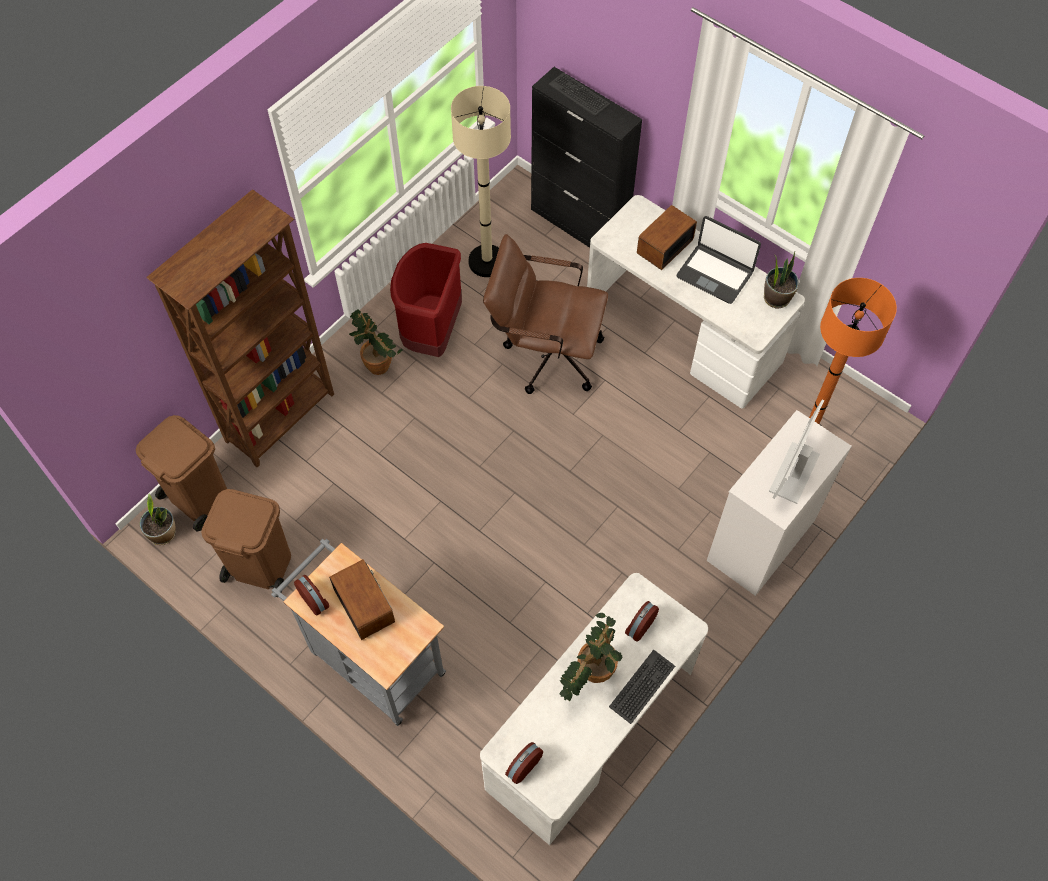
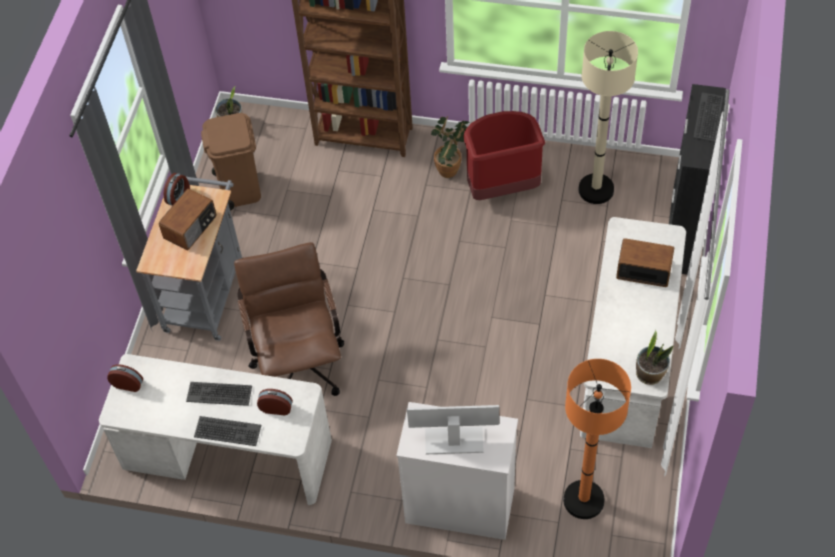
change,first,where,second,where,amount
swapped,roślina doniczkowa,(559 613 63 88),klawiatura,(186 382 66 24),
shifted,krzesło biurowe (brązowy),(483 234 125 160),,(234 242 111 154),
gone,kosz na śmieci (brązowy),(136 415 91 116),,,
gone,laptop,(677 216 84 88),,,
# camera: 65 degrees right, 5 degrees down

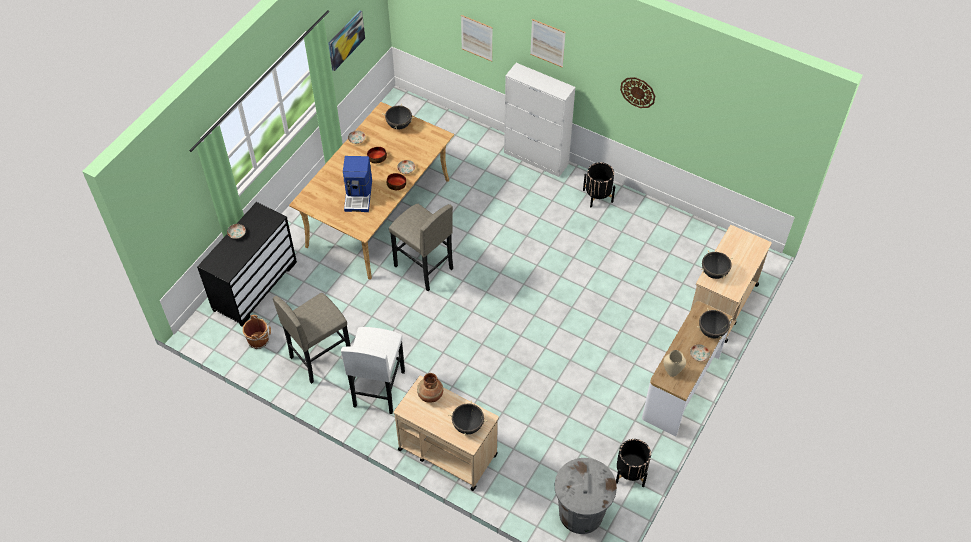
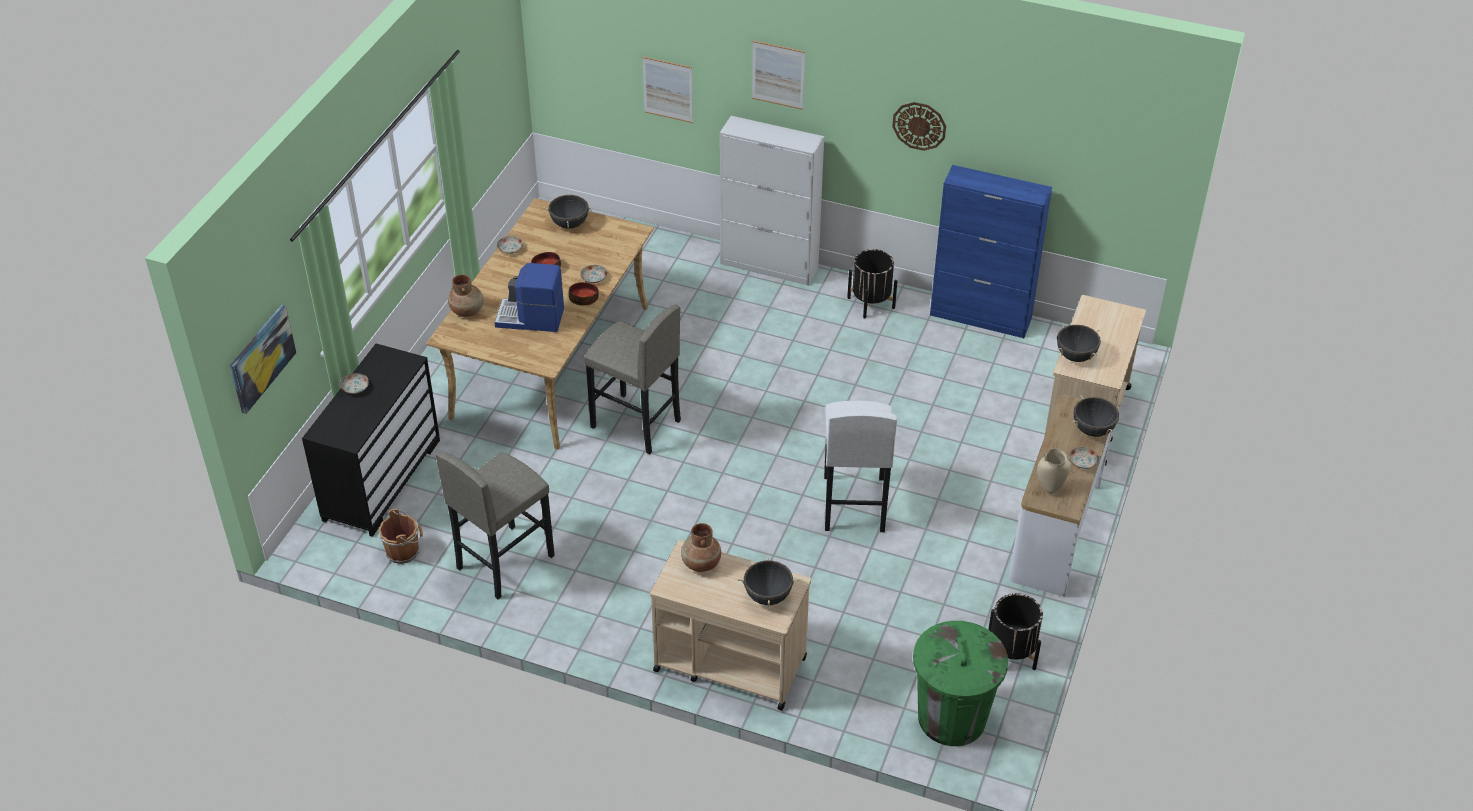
change,first,where,second,where,amount
shifted,obraz,(328 11 37 60),,(230 305 66 109),
new,,,wazon (brązowy),(448 274 35 43),
rotated,ekspres do kawy,(343 156 29 56),,(495 263 69 69),105 degrees clockwise
shifted,stołek (biały),(341 327 64 87),,(824 401 73 131),
repainted,kosz na śmieci (szary),(555 458 62 76),kosz na śmieci (zielony),(913 621 95 125),
new,,,szafka (niebieski),(930 165 122 173),
# camera: 10 degrees left, 10 degrees down

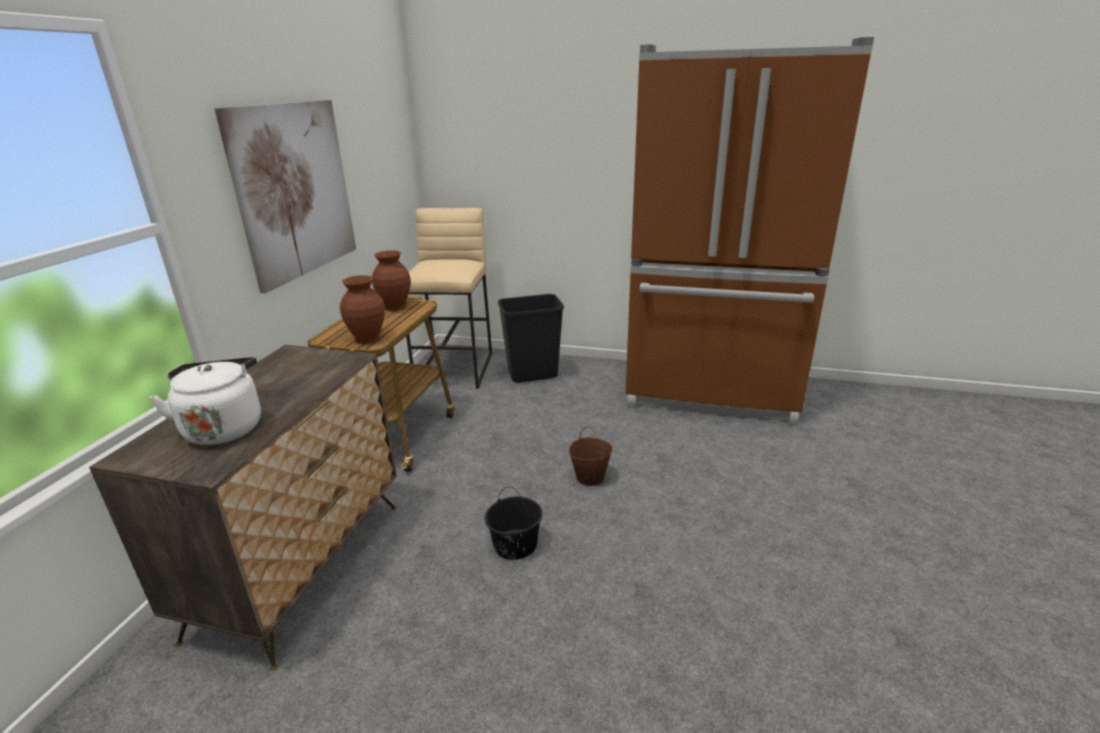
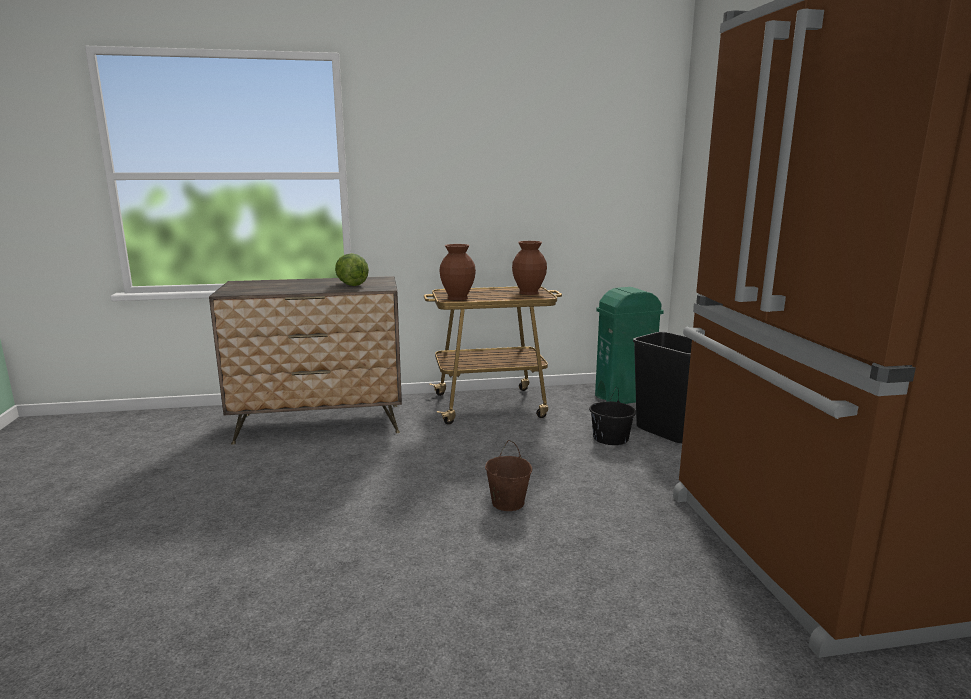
change,first,where,second,where,amount
new,,,sałata,(335 253 34 33),
shifted,wiadro (czarny),(485 487 57 73),,(589 387 47 58),
swapped,stołek (beżowy),(406 208 86 181),kosz na śmieci (zielony),(595 287 69 117),
gone,czajnik (biały),(149 357 112 88),,,
gone,obraz,(214 100 142 193),,,
# camera: 65 degrees right, 10 degrees down

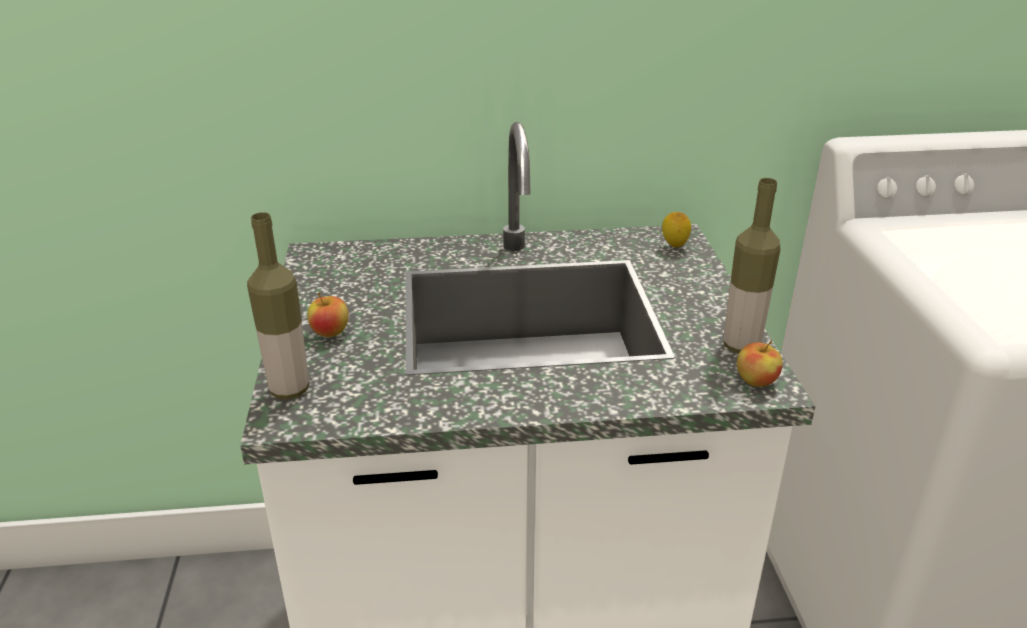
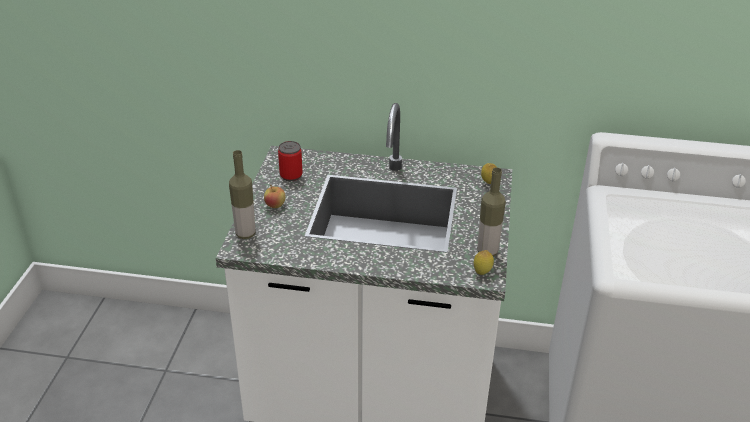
change,first,where,second,where,amount
new,,,puszka,(278 141 25 40),
swapped,jabłko,(737 340 46 47),cytryna,(474 250 20 25),
# camera: 15 degrees right, 5 degrees up

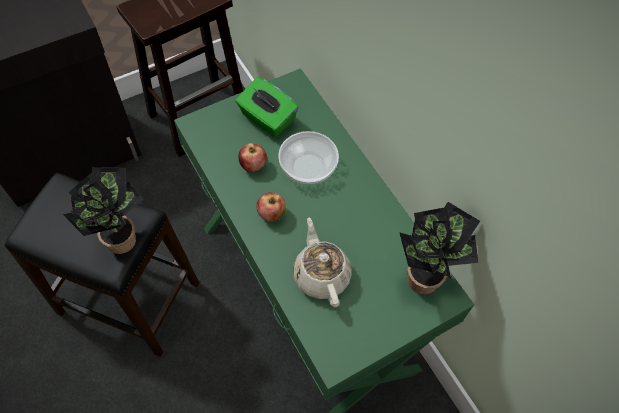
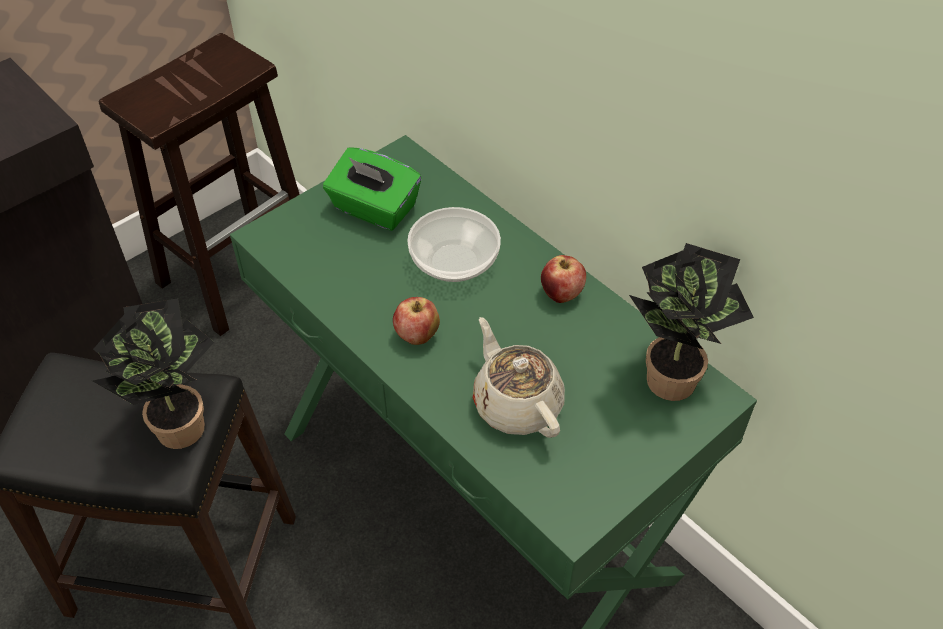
change,first,where,second,where,amount
shifted,jabłko,(239 143 28 29),,(541 255 45 48),
# camera: 10 degrees left, 10 degrees down

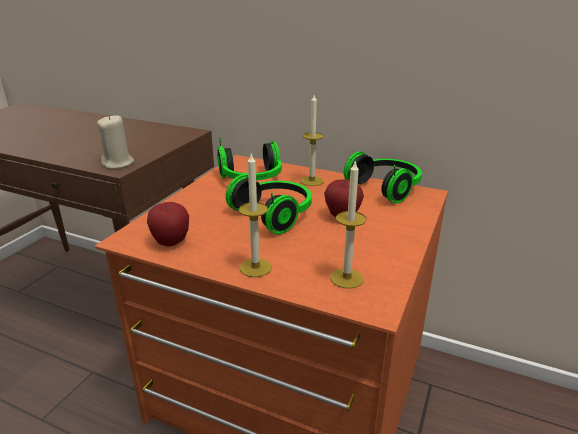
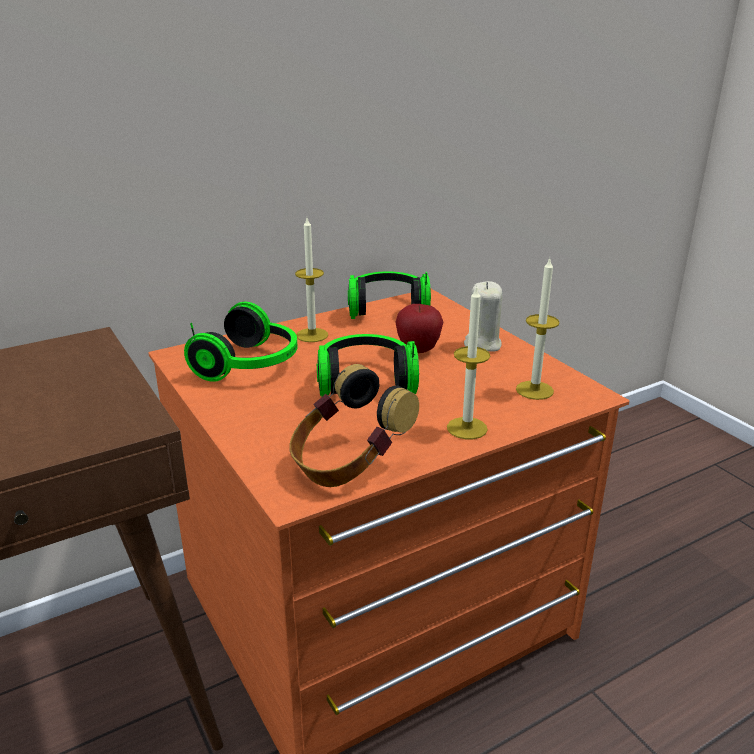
change,first,where,second,where,amount
swapped,jabłko,(147 202 42 44),słuchawki,(289 364 130 123),
shifted,świeca (beżowy),(97 114 37 55),,(464 281 39 71),
# camera: 55 degrees left, 0 degrees up

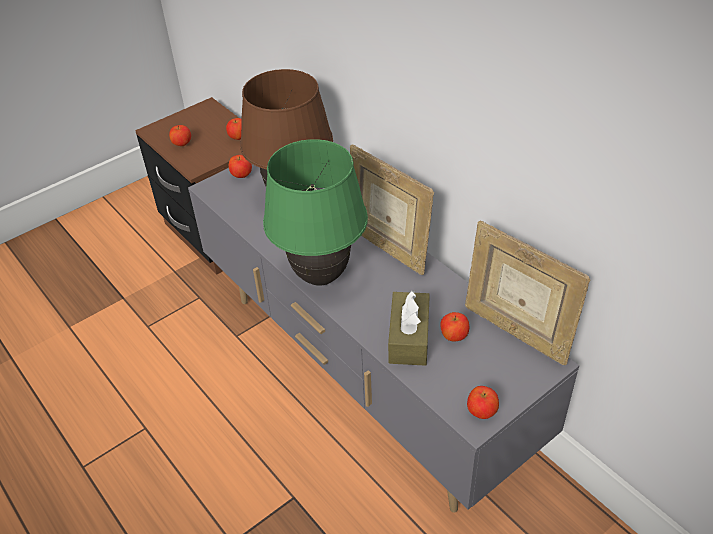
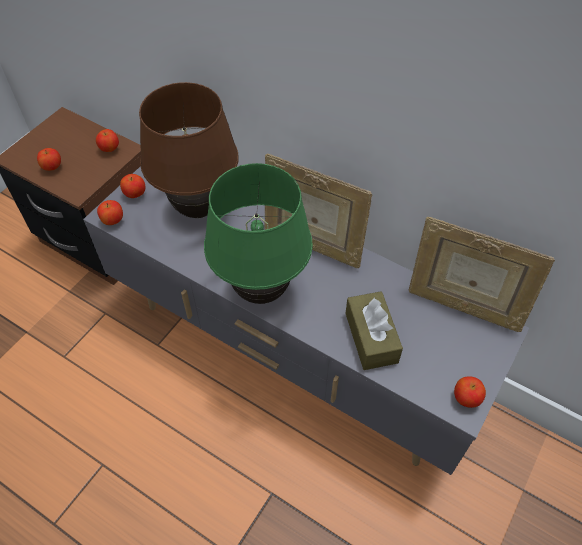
change,first,where,second,where,amount
shifted,jabłko,(440 312 29 29),,(97 200 26 25),
# camera: 20 degrees left, 10 degrees up

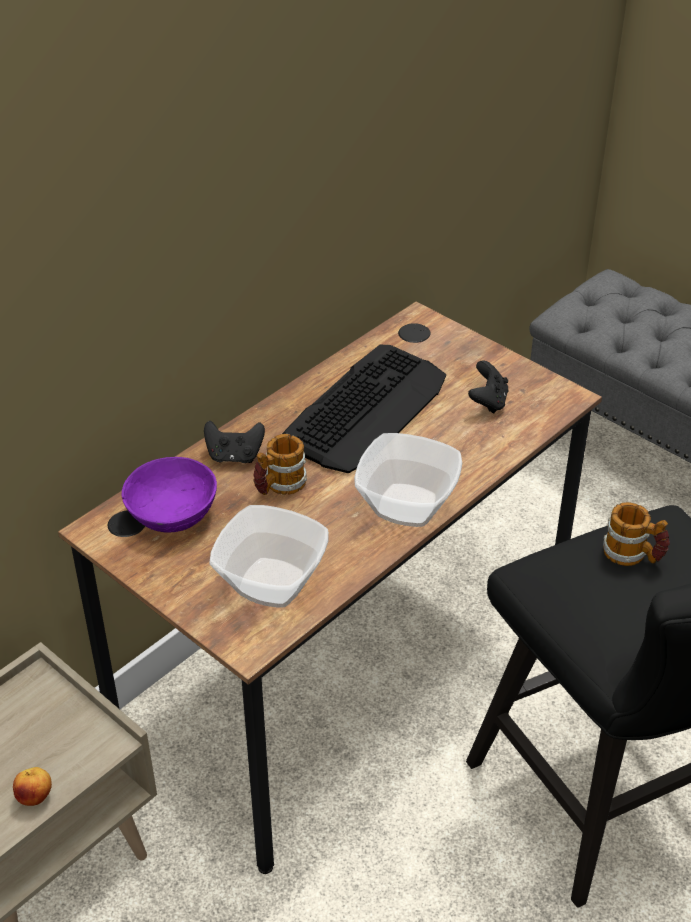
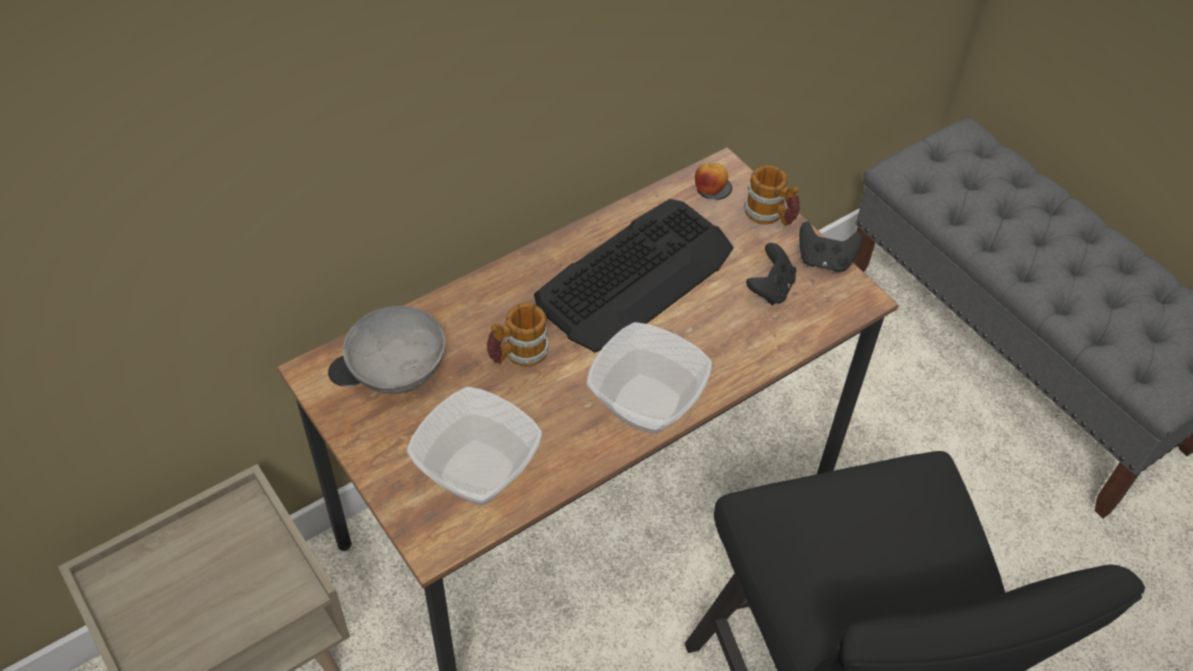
change,first,where,second,where,amount
repainted,miska (fioletowy),(122 457 95 76),miska (szary),(343 306 103 88),
shifted,jabłko,(13 767 39 39),,(695 163 33 32),
shifted,kubek,(603 502 67 64),,(744 165 56 61),
shifted,pad do gier (czarny),(204 421 61 42),,(799 221 64 51),
# camera: 10 degrees right, 10 degrees up

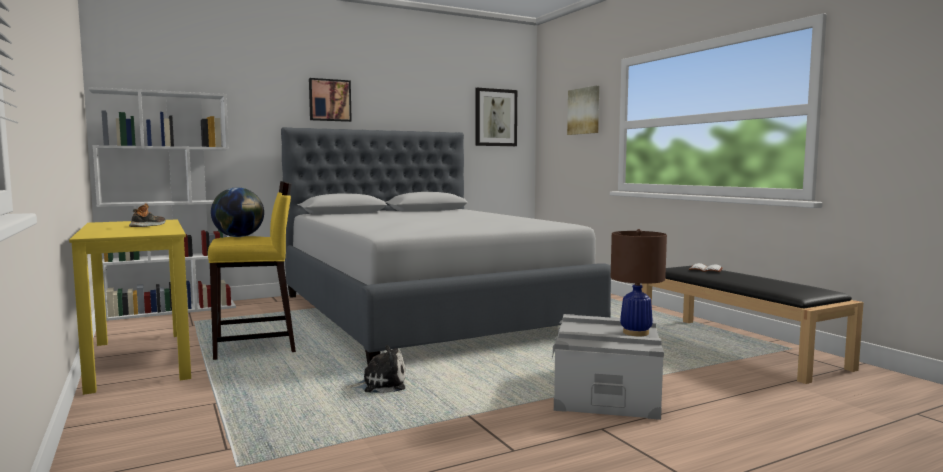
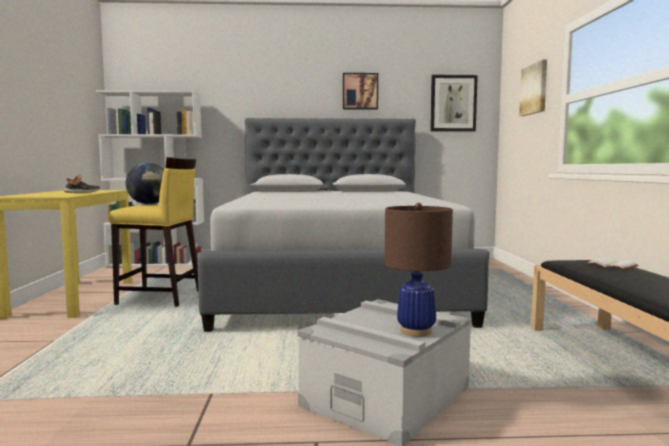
change,first,where,second,where,amount
shifted,obraz,(309 78 43 44),,(343 73 35 37),
gone,pluszak,(346 345 60 48),,,
# camera: 25 degrees right, 0 degrees up

